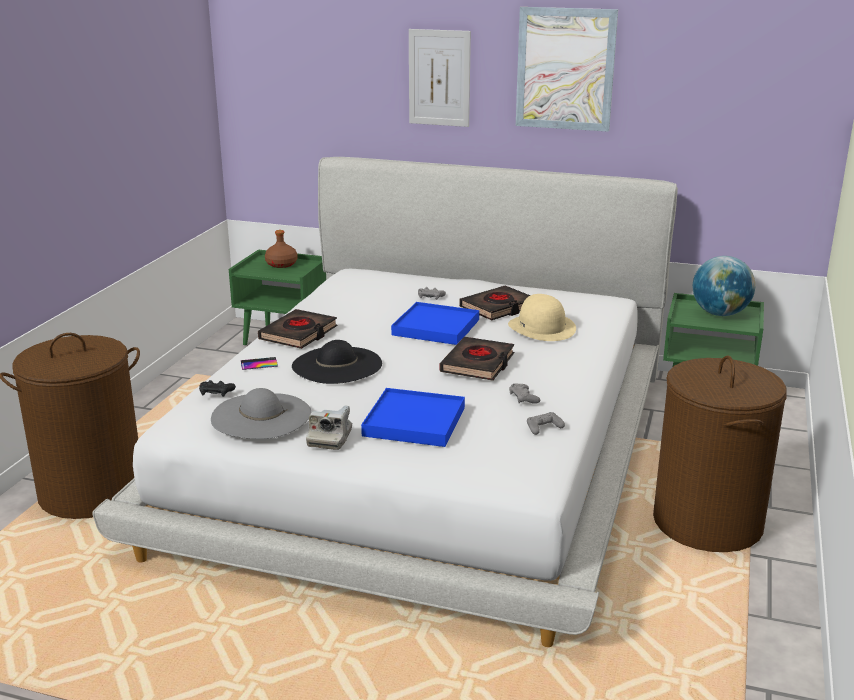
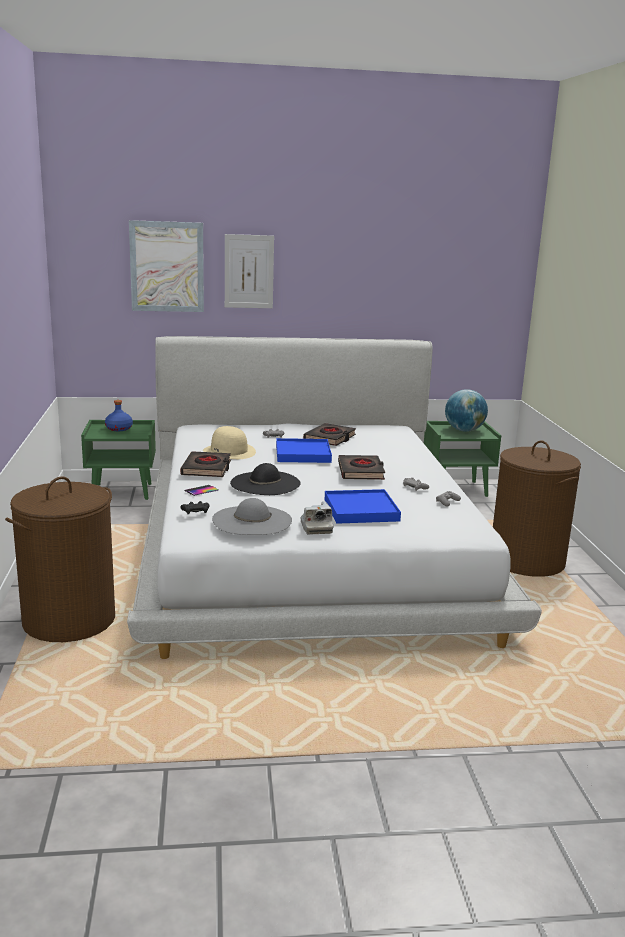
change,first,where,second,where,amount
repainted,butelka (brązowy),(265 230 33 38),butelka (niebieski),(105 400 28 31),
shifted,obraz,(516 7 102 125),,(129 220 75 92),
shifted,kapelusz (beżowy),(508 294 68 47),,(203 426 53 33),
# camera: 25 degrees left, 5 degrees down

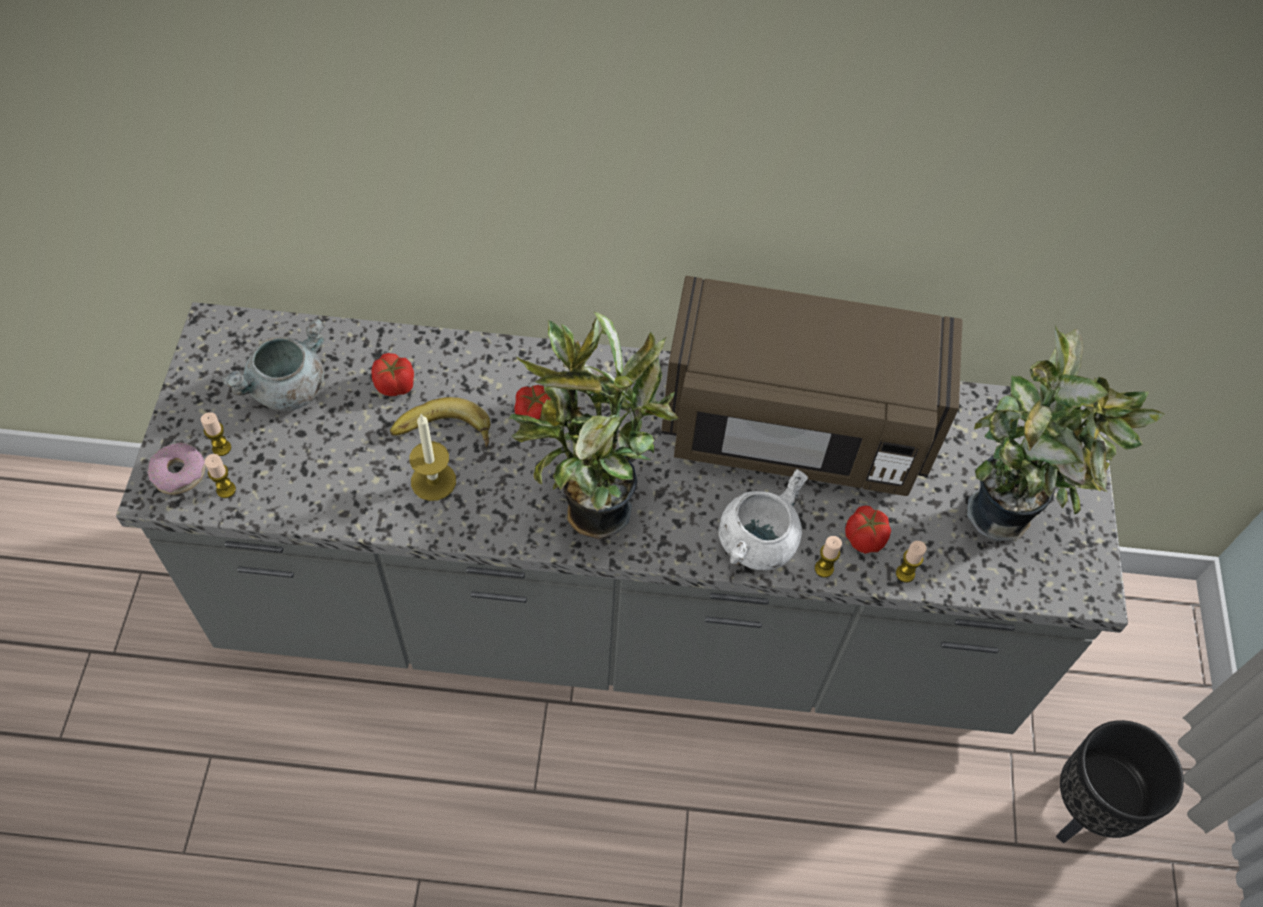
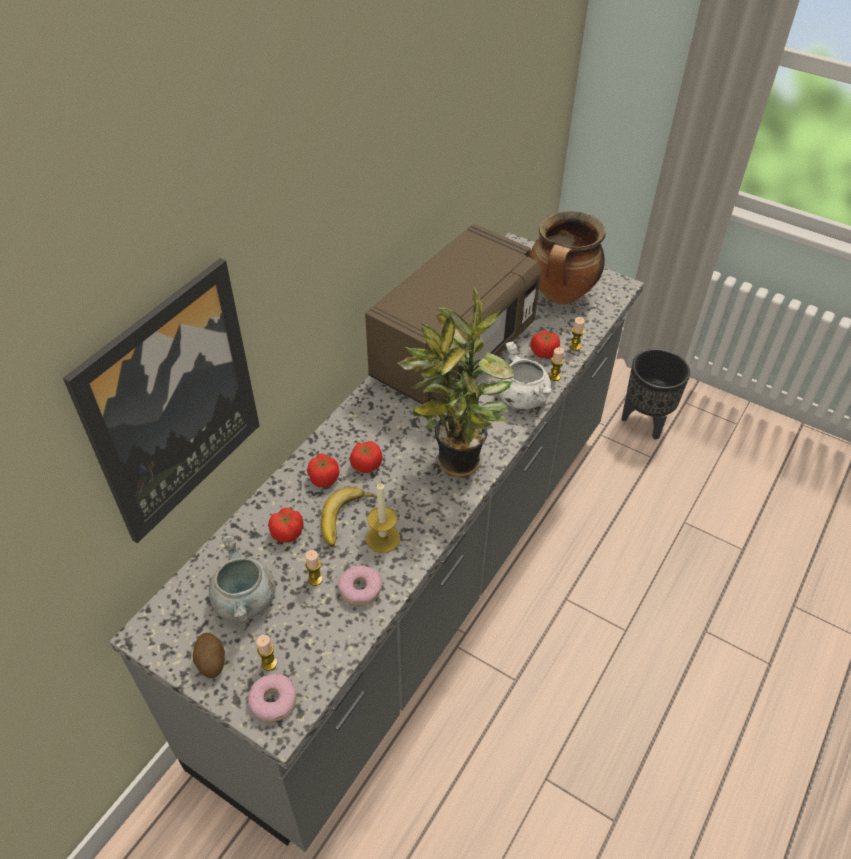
change,first,where,second,where,amount
new,,,obraz,(63 258 197 285),
new,,,ziemniak,(193 633 32 45),
shifted,świeca,(205 454 31 44),,(305 550 18 36),
new,,,pomidor,(307 453 33 34),
new,,,donut,(338 565 44 41),
swapped,roślina doniczkowa,(967 325 198 216),garnek,(530 211 75 93),
# camera: 60 degrees left, 10 degrees down

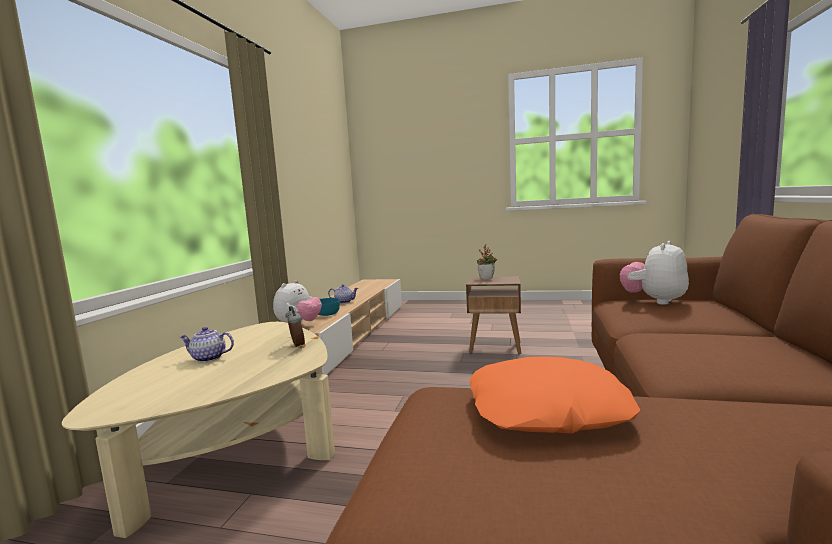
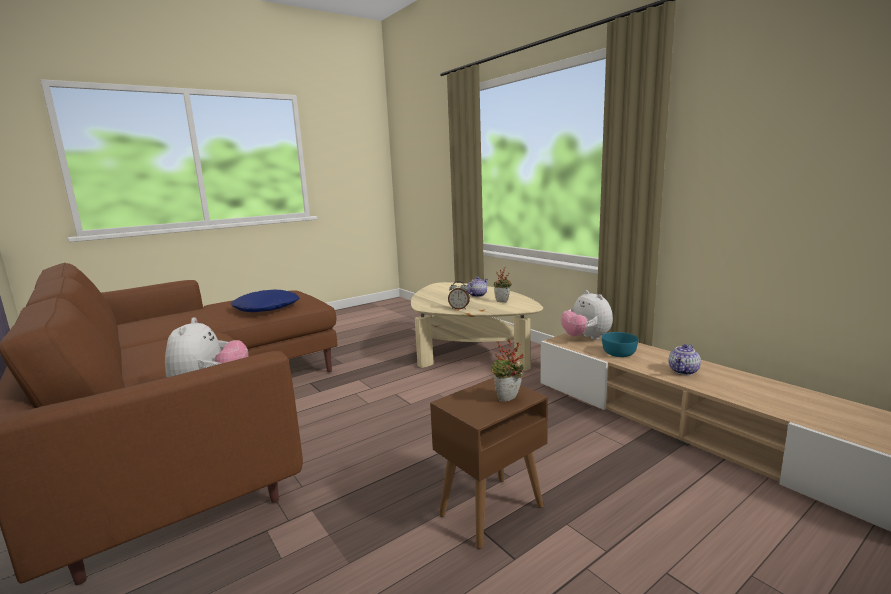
change,first,where,second,where,amount
repainted,poduszka (pomarańczowy),(469 357 171 77),poduszka (niebieski),(231 290 69 22),
new,,,roślina doniczkowa,(494 267 18 36),
# camera: 130 degrees right, 5 degrees up

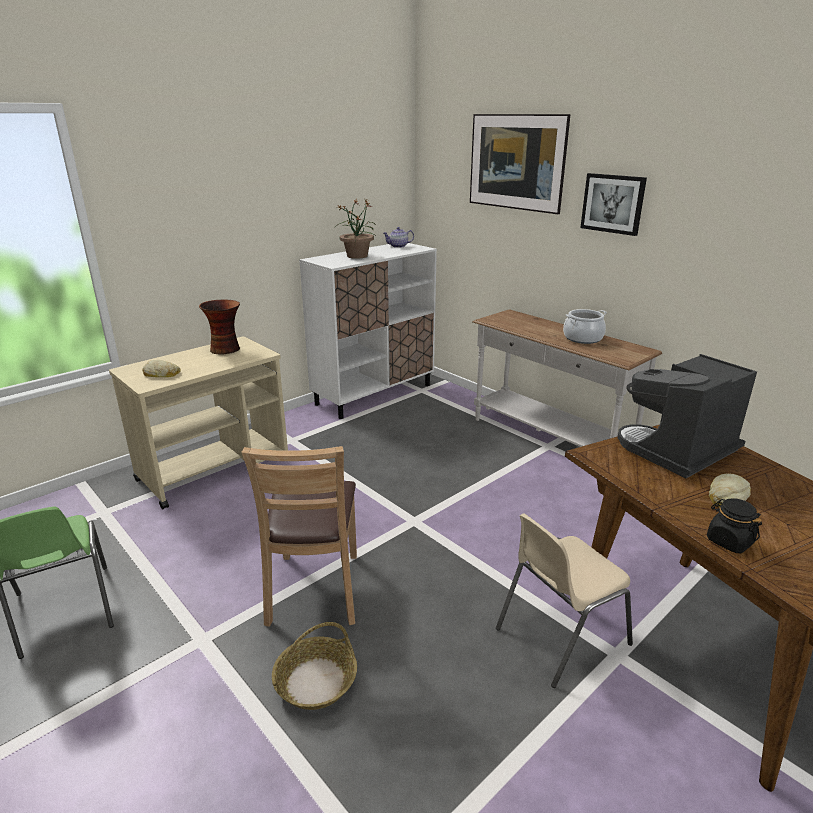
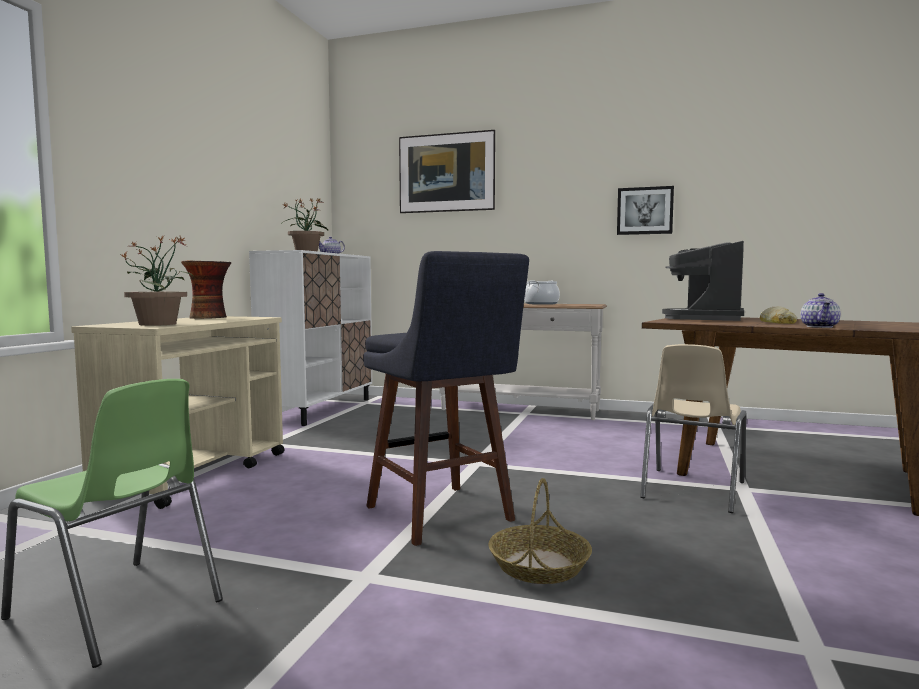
change,first,where,second,where,amount
swapped,chleb,(142 360 39 17),roślina doniczkowa,(119 235 75 91),
swapped,krzesło (brązowy),(241 446 116 181),stołek (niebieski),(363 251 166 295),
shifted,obraz,(580 173 67 63),,(617 186 57 49),
swapped,słoik (czarny),(707 498 55 55),imbryk,(801 293 40 35),
# camera: 30 degrees left, 20 degrees down

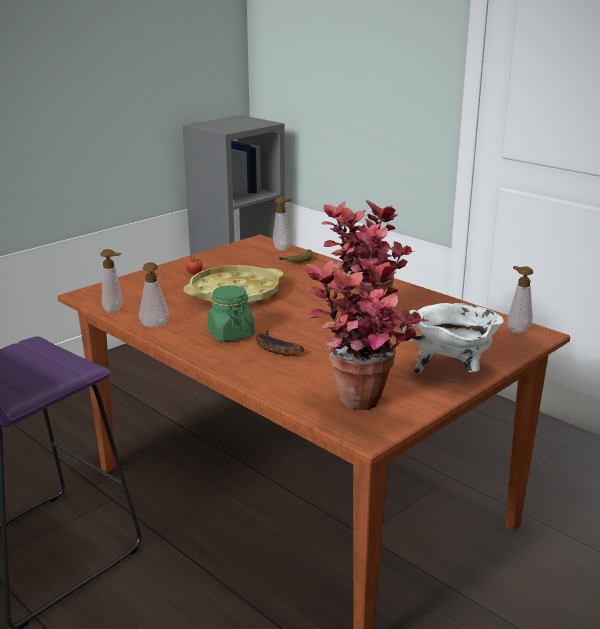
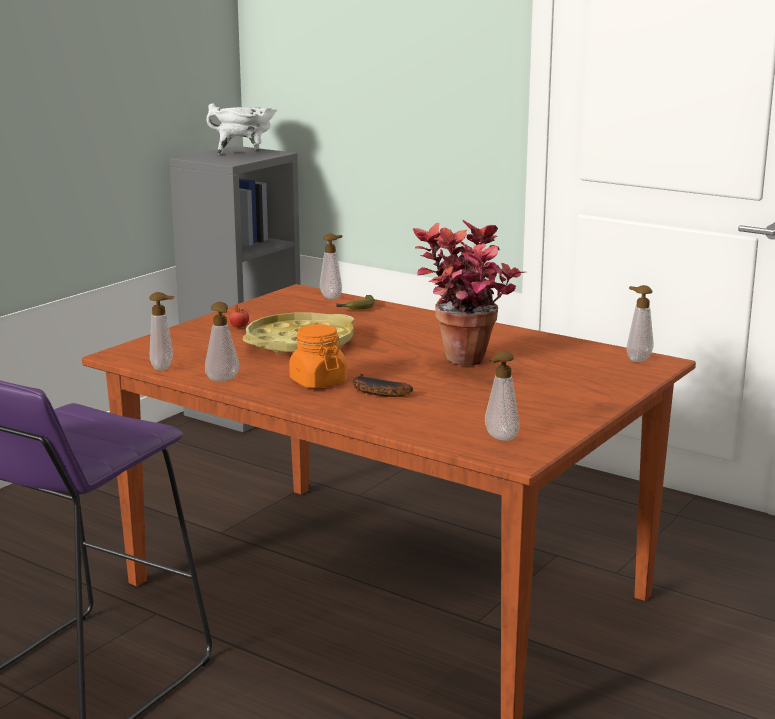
change,first,where,second,where,amount
shifted,garnek (biały),(403 303 101 71),,(207 103 70 52),
repainted,słoik (zielony),(207 285 47 57),słoik (pomarańczowy),(289 324 58 64),
swapped,roślina doniczkowa,(305 257 124 153),dozownik mydła,(485 351 34 90),
# camera: 10 degrees left, 5 degrees down

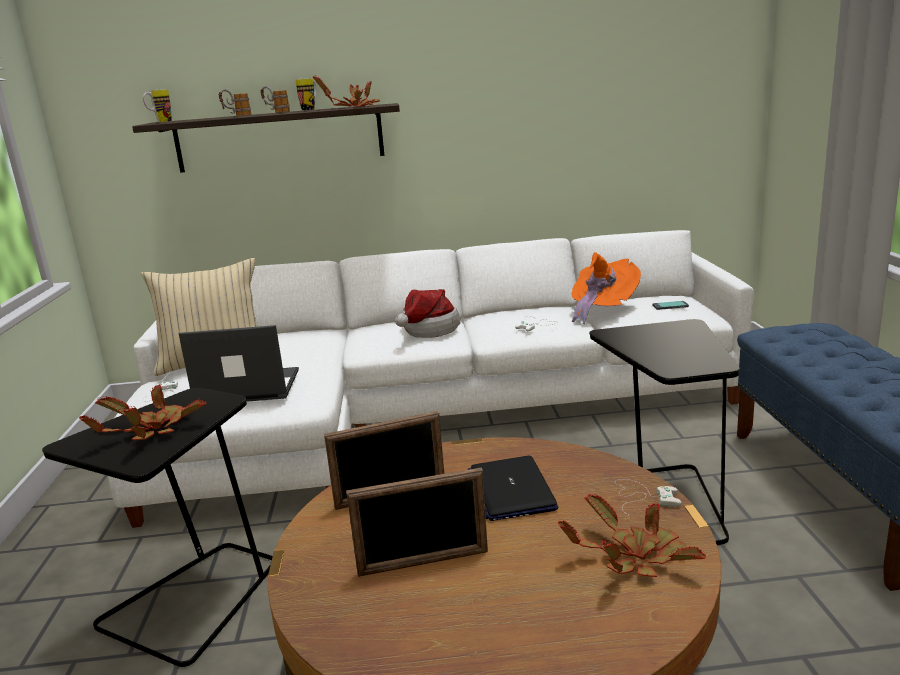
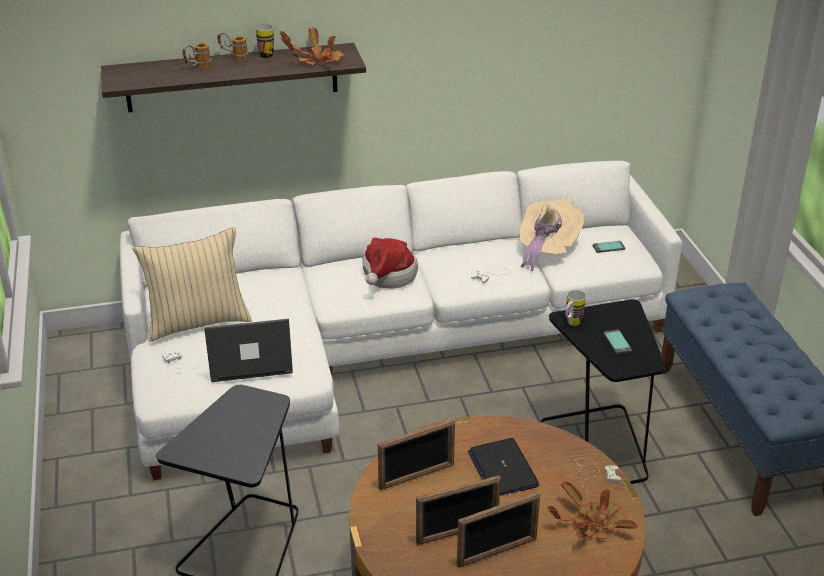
change,first,where,second,where,amount
new,,,ramka na zdjęcie,(457 492 83 76),
repainted,kapelusz (pomarańczowy),(572 252 69 72),kapelusz (beżowy),(520 200 64 71),
shifted,kubek,(143 89 28 33),,(565 290 21 36),
new,,,telefon,(604 330 28 24),
gone,roślina doniczkowa,(79 384 128 56),,,
# camera: 10 degrees left, 15 degrees up

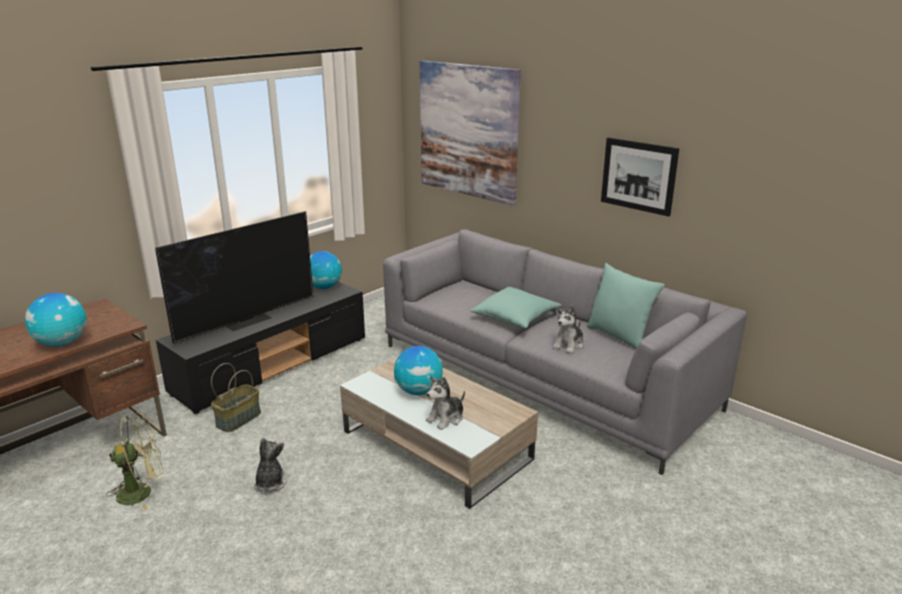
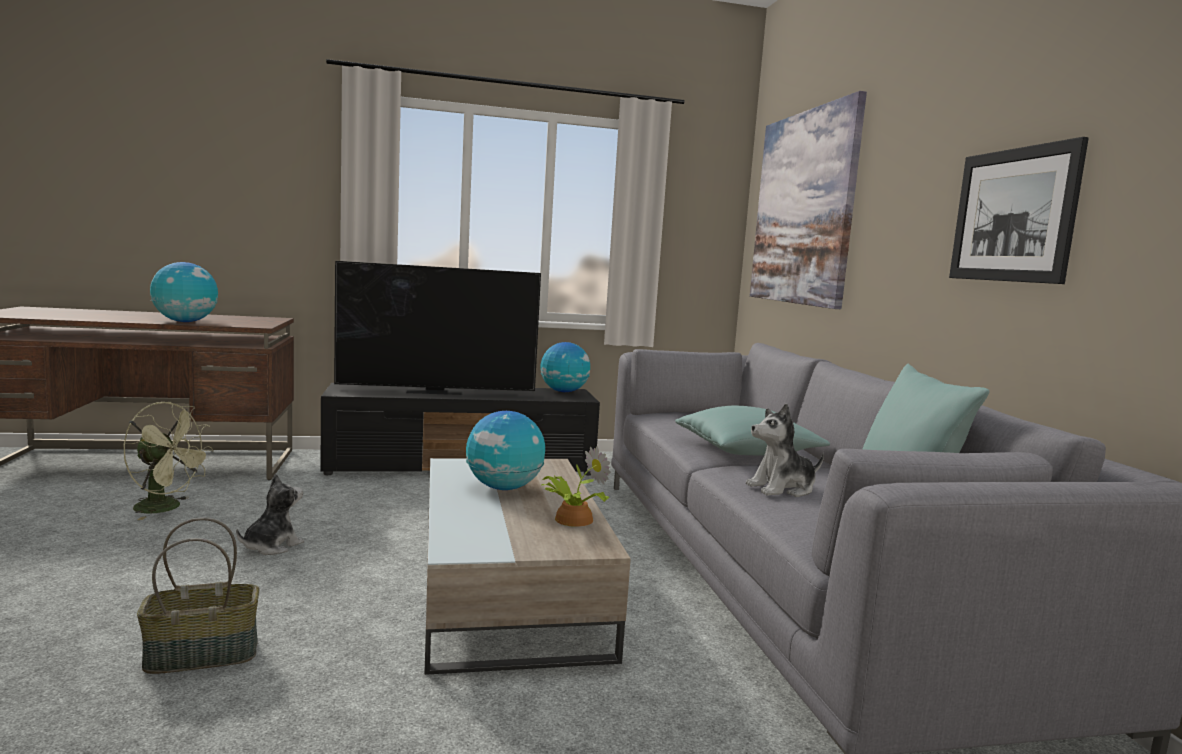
change,first,where,second,where,amount
shifted,koszyk,(211 363 50 69),,(137 518 123 156),
new,,,roślina doniczkowa,(541 446 70 81),
gone,pluszak,(426 376 39 54),,,
# camera: 35 degrees right, 15 degrees down

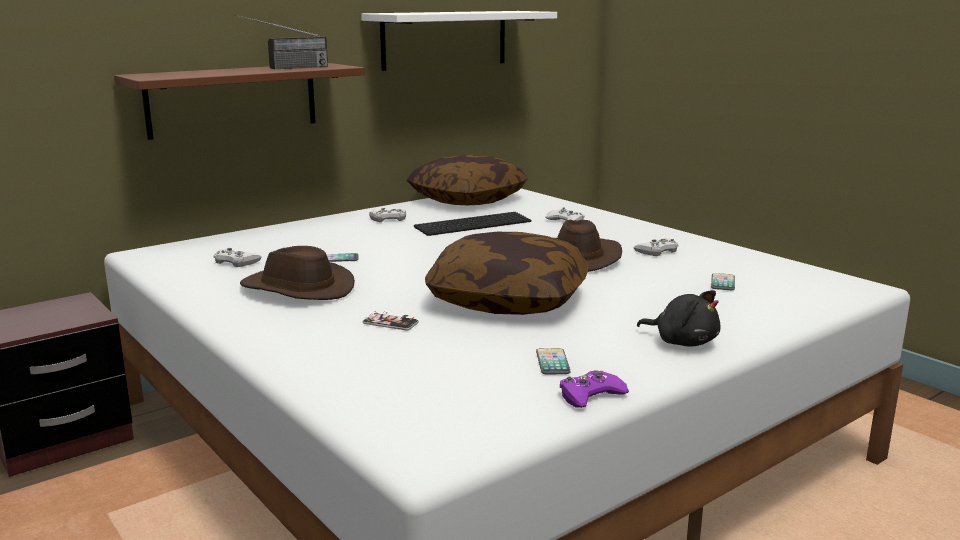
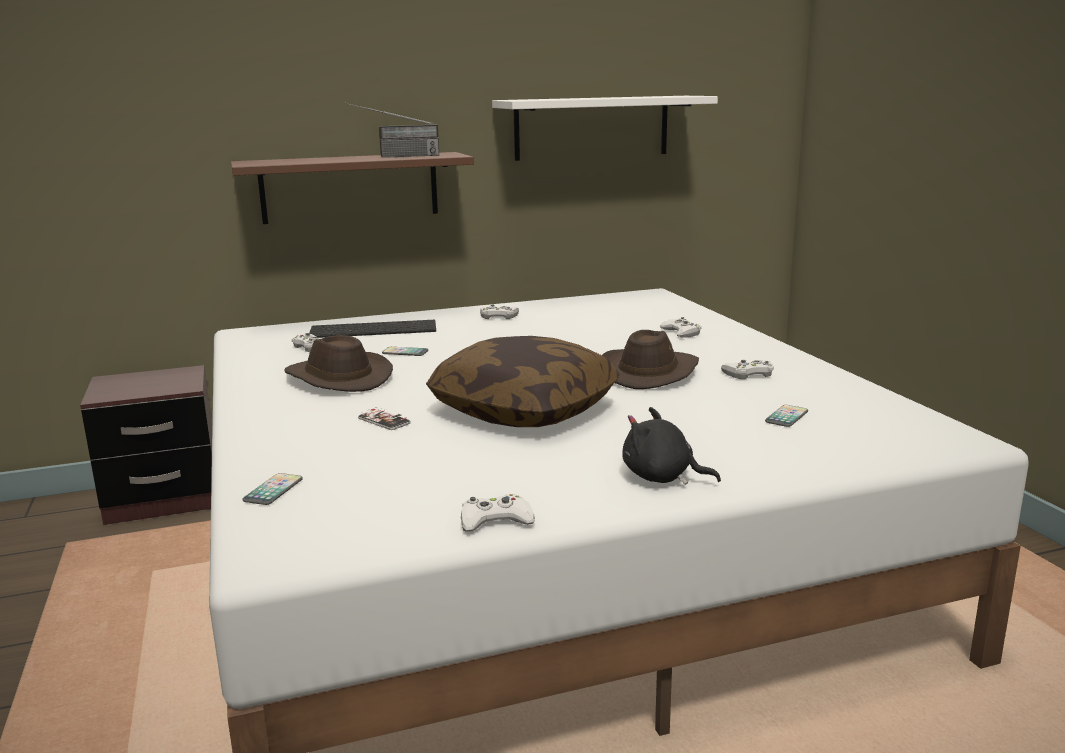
change,first,where,second,where,amount
shifted,telefon,(536 348 35 27),,(243 473 60 32),
shifted,klawiatura,(414 212 117 24),,(309 320 127 18),
repainted,pad do gier (fioletowy),(560 370 69 38),pad do gier (biały),(461 494 74 38),
rotated,pluszak (czarny),(637 290 84 56),,(622 407 99 78),150 degrees clockwise
gone,poduszka,(407 155 121 50),,,
# camera: 20 degrees right, 0 degrees up

